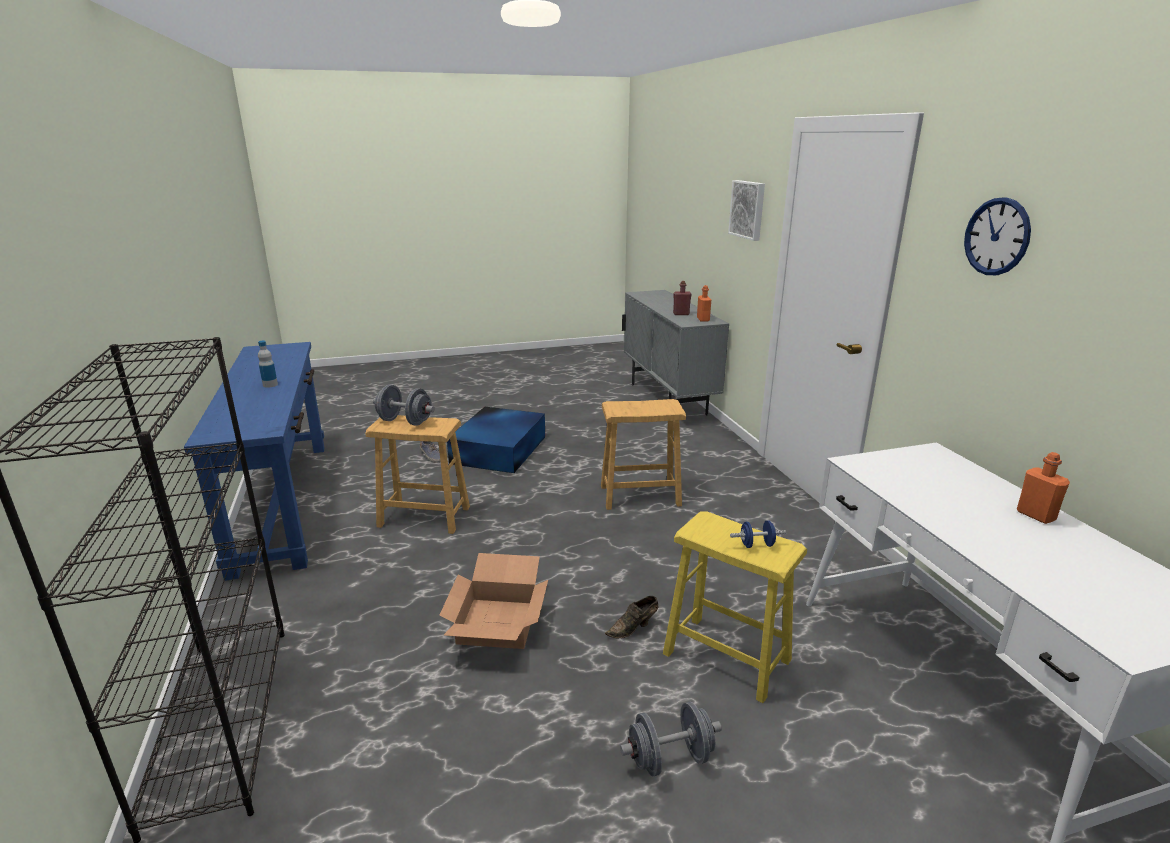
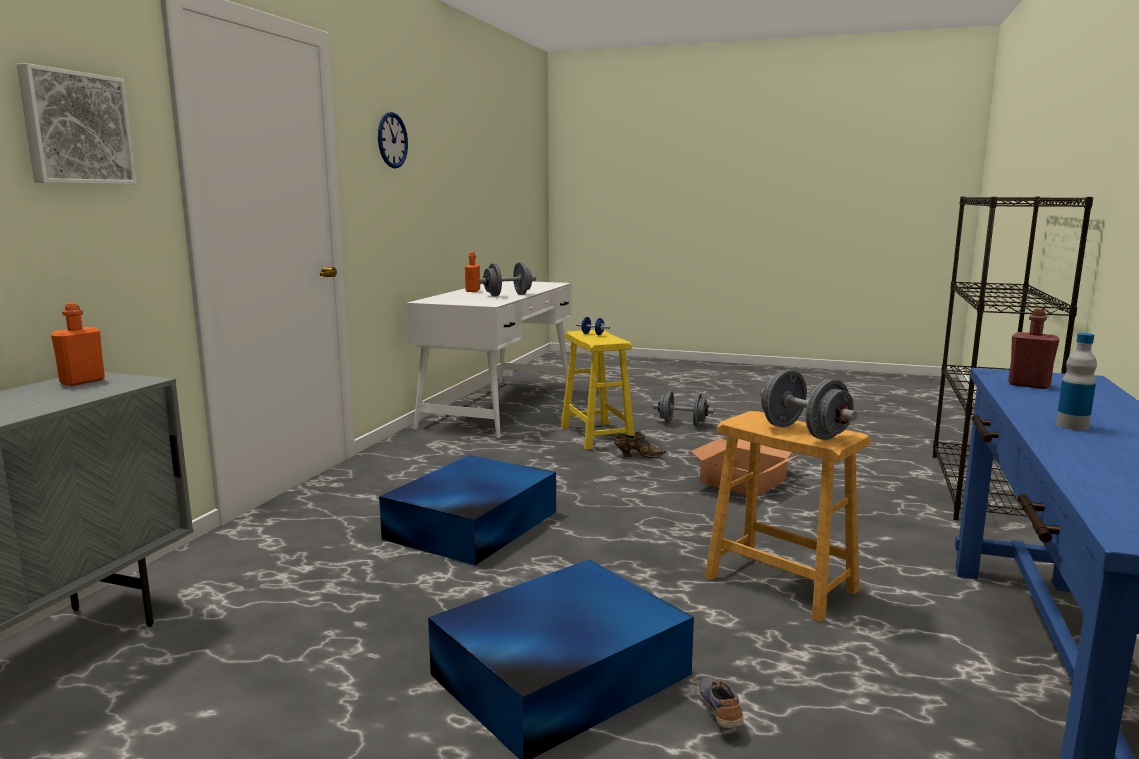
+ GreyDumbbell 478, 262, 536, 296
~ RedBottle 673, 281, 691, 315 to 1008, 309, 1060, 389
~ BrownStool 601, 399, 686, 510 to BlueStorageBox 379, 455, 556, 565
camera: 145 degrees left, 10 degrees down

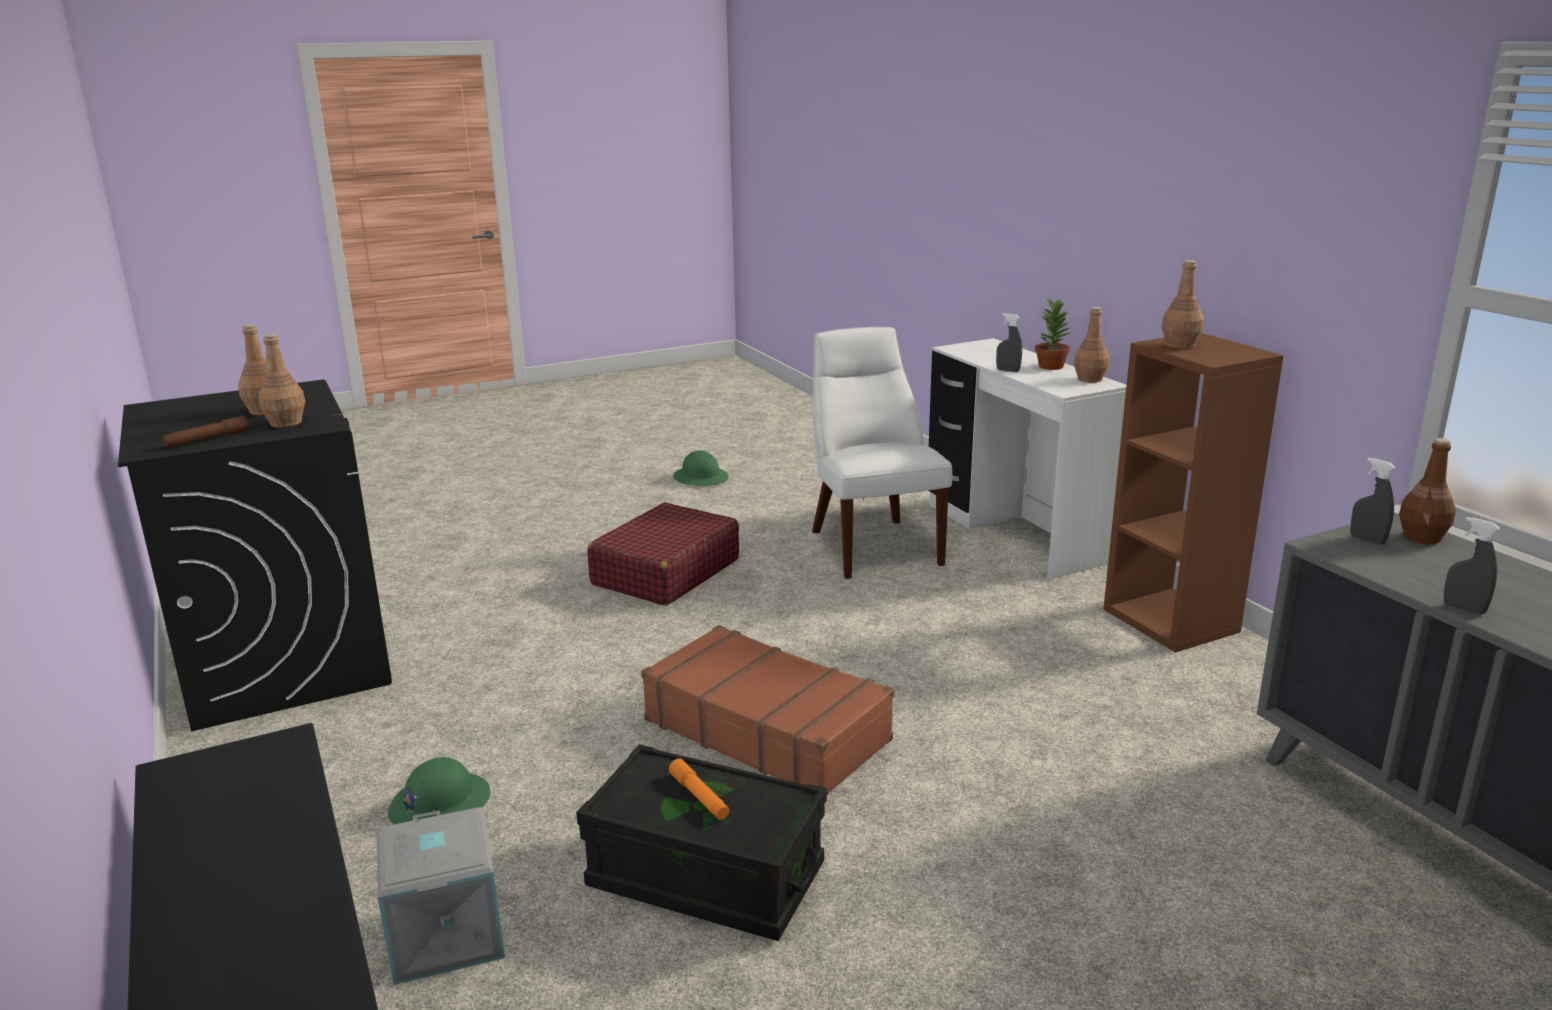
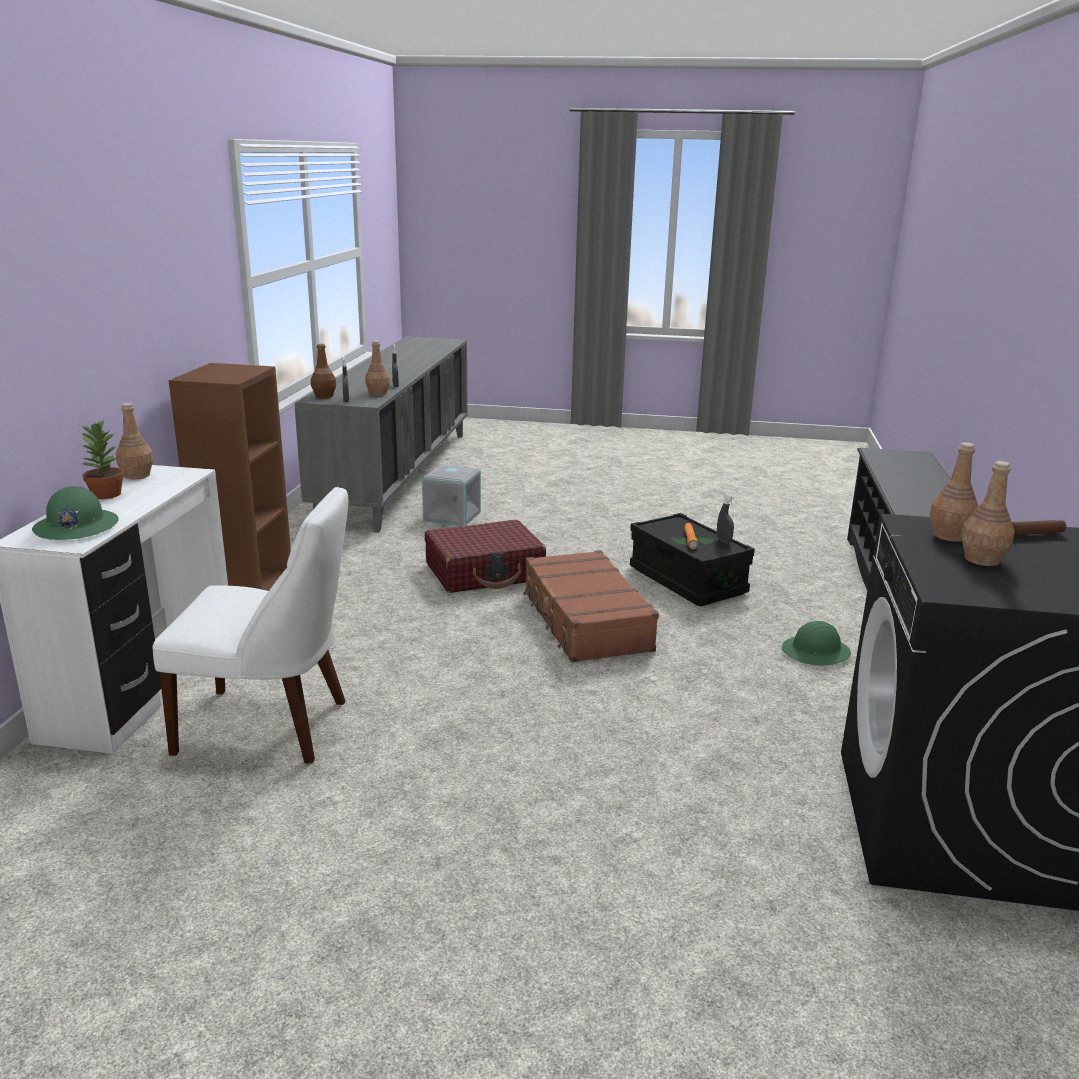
~ GreyStorageBox 376, 807, 505, 985 to 422, 465, 481, 526
~ RedSuitcase 588, 503, 739, 606 to 425, 520, 546, 593
~ GreenHardHat 673, 450, 729, 486 to 32, 486, 119, 540
~ GreySprayBottle 996, 313, 1022, 372 to 717, 494, 735, 543
~ BrownBottle 1161, 260, 1204, 349 to 365, 341, 390, 396
~ WhiteChair 812, 327, 952, 579 = 152, 487, 348, 764 105 degrees counterclockwise
camera: 145 degrees left, 0 degrees up

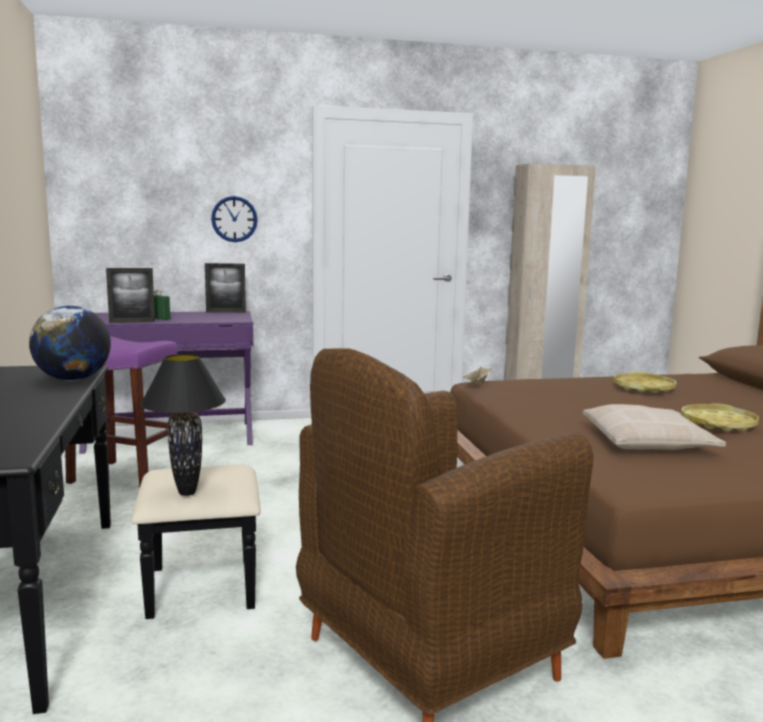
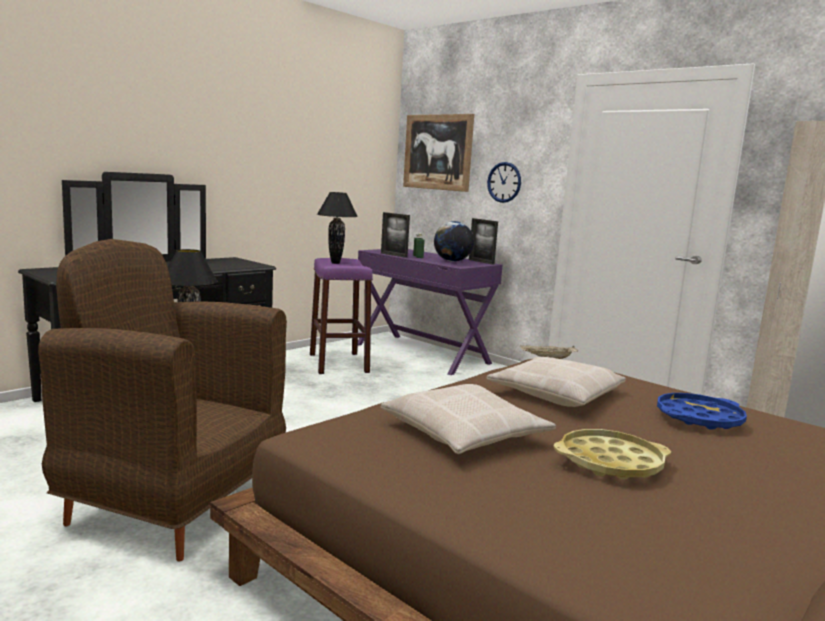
+ BlackTableLamp 317, 192, 358, 264
+ Picture 403, 114, 474, 192
+ BeigePillow 487, 357, 626, 407
~ Globe 29, 306, 111, 381 to 434, 221, 474, 262
~ YellowTray 613, 372, 677, 393 to BlueTray 657, 393, 747, 430
camera: 55 degrees right, 0 degrees up

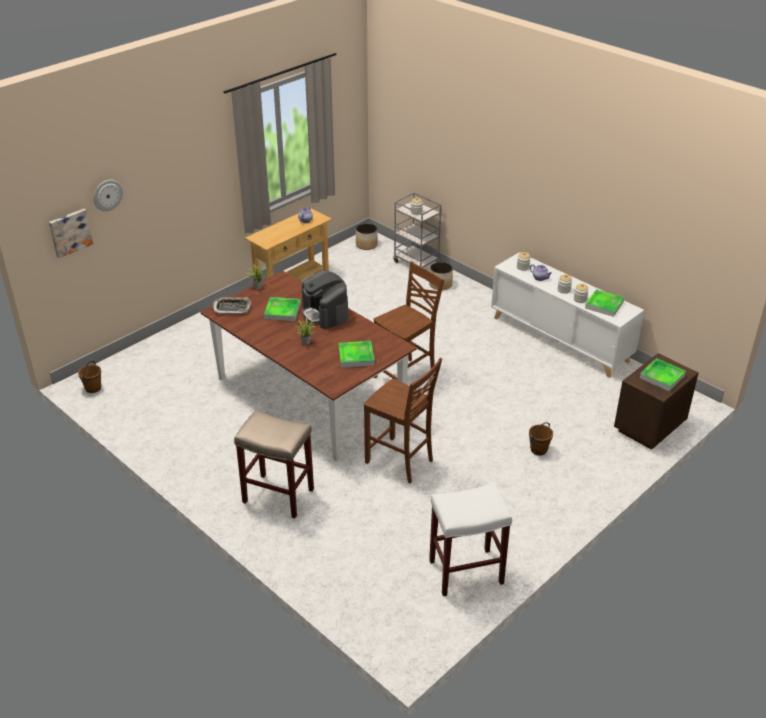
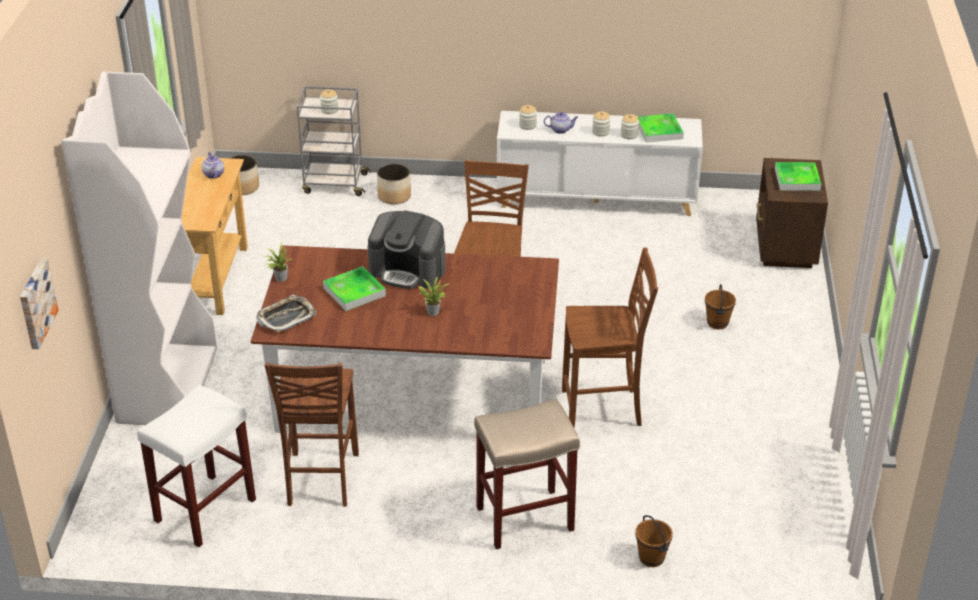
- WallClock 94, 179, 123, 211
- Tray 339, 341, 374, 368
+ WhiteBookcase 62, 72, 217, 425
+ BrownChair 265, 363, 359, 507
~ BrownBucket 78, 361, 101, 393 to 635, 515, 673, 567
~ WhiteStool 429, 483, 512, 596 to 137, 385, 256, 547
camera: 40 degrees left, 0 degrees up

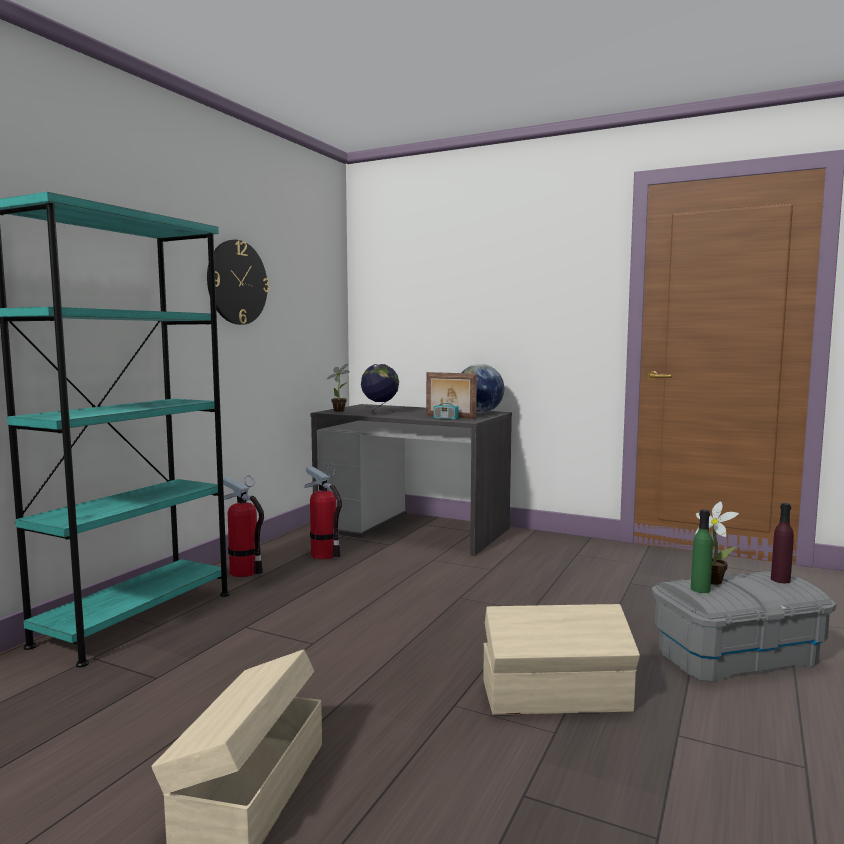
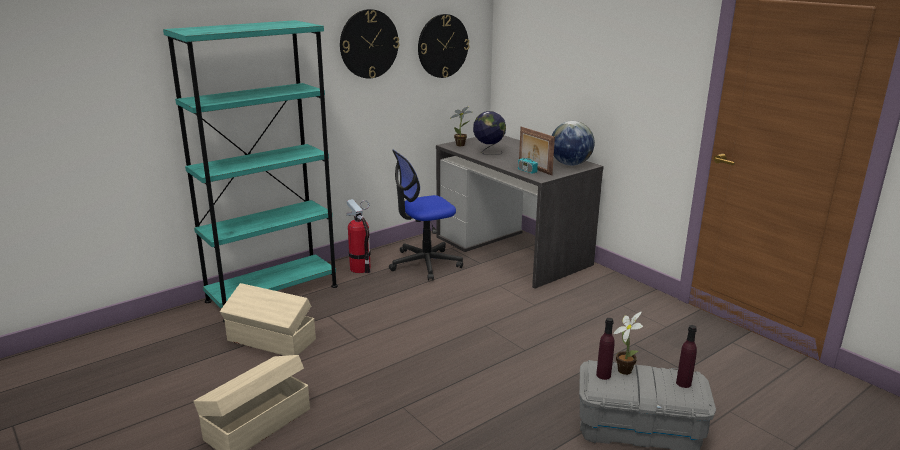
+ WallClock 418, 14, 469, 78
~ BeigeStorageBox 483, 604, 640, 715 to 220, 283, 316, 356
~ FireExtinguisher 305, 465, 342, 559 to OfficeChair 389, 150, 463, 281
~ GreenBottle 691, 509, 713, 593 to PurpleBottle 596, 318, 615, 380
camera: 25 degrees right, 15 degrees up

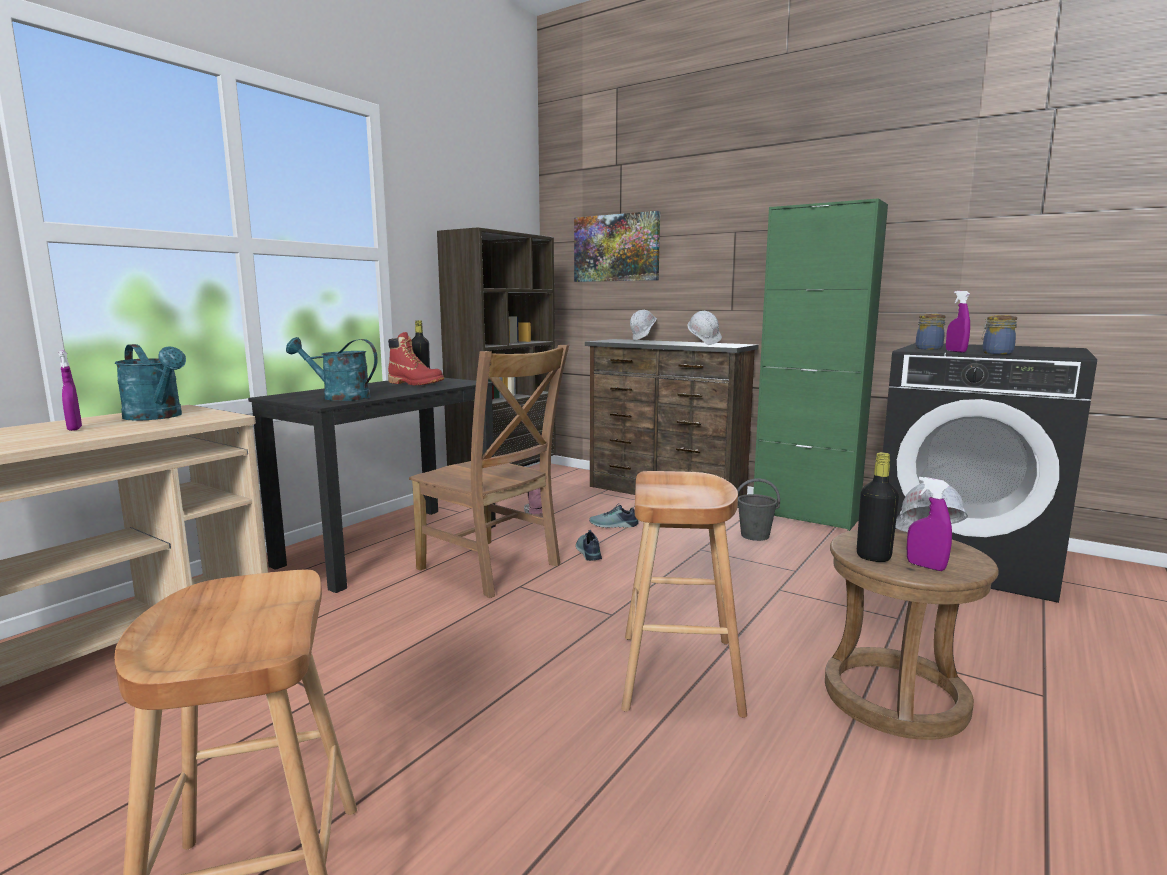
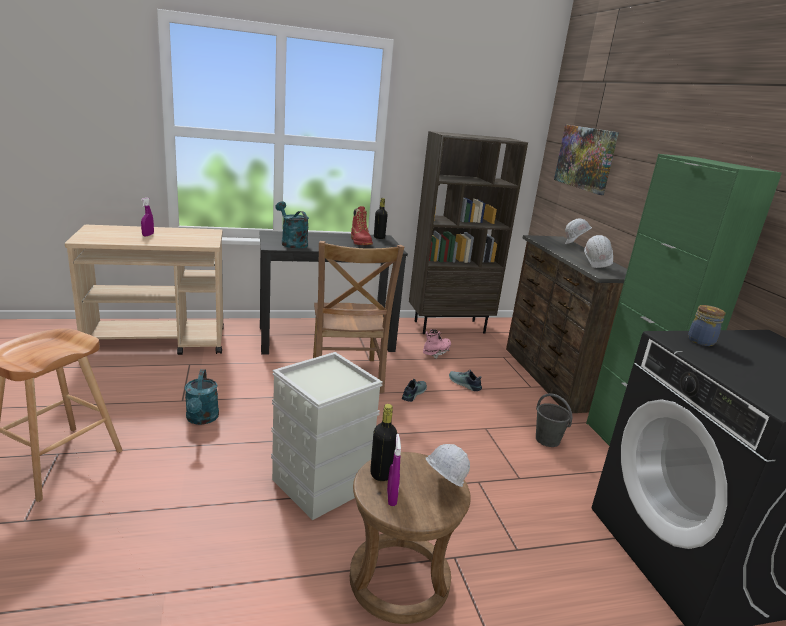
- PurpleSprayBottle 946, 291, 970, 352
- Jar 982, 315, 1017, 354
~ TurquoiseWateringCan 115, 344, 186, 421 to 185, 369, 219, 425
~ BrownStool 621, 471, 747, 718 to GreyStorageBox 271, 352, 383, 520
camera: 40 degrees right, 10 degrees up

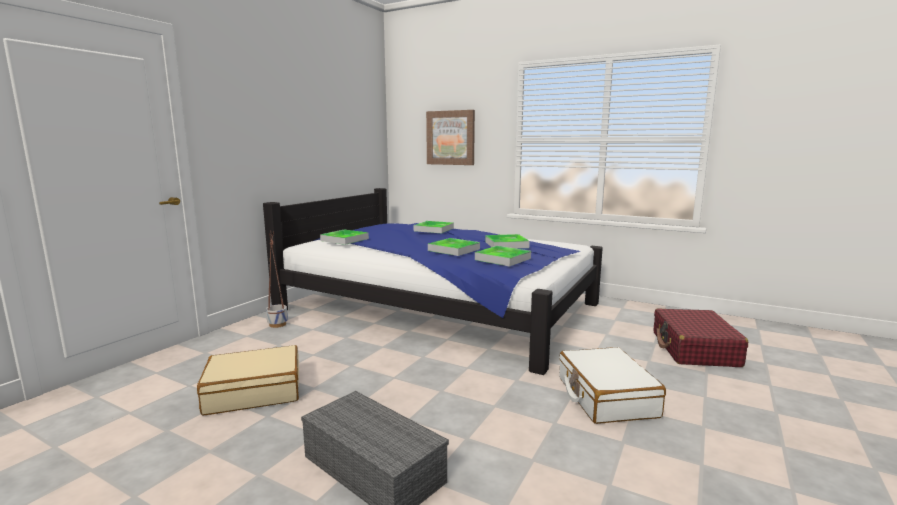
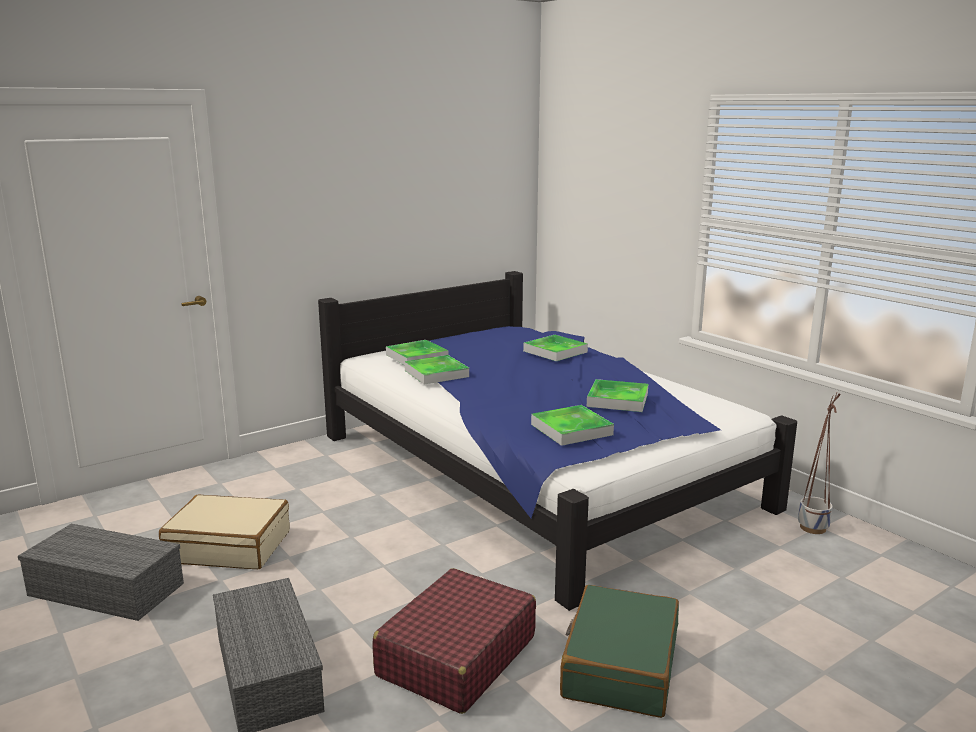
- Picture 426, 110, 475, 165
+ GreyStorageBox 18, 524, 184, 621
~ Planter 266, 231, 288, 328 to 798, 393, 841, 534
~ Tray 428, 238, 480, 256 to 404, 355, 469, 385
~ RedSuitcase 654, 308, 748, 367 to 372, 568, 536, 714
~ WhiteSuitcase 559, 347, 666, 424 to GreenSuitcase 560, 585, 679, 718
camera: 25 degrees right, 5 degrees up

